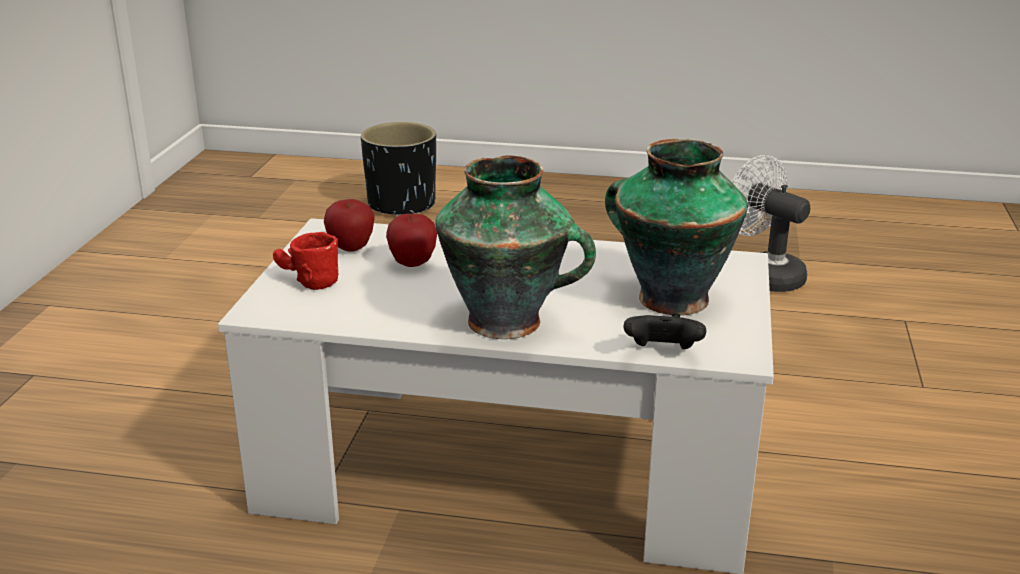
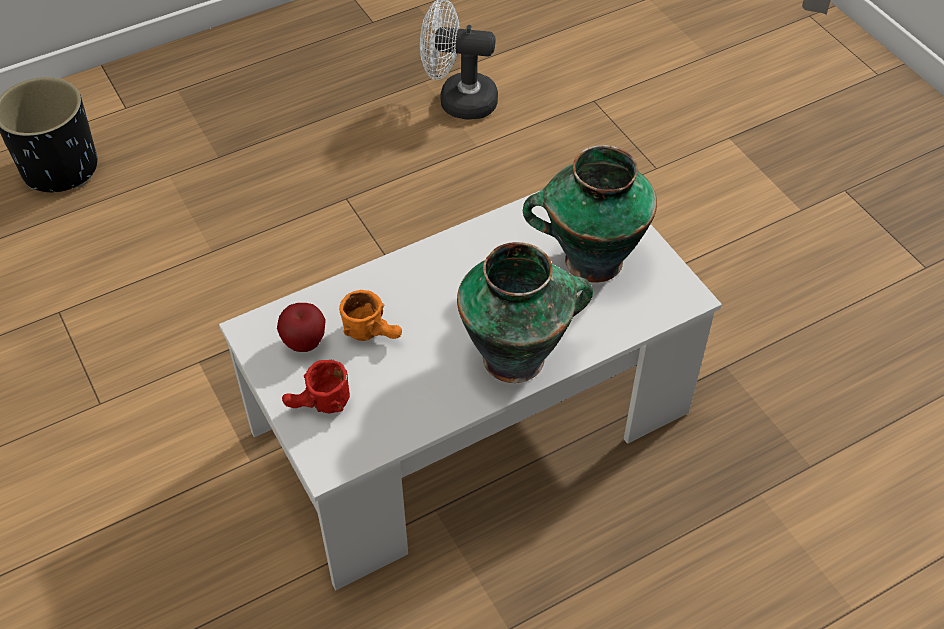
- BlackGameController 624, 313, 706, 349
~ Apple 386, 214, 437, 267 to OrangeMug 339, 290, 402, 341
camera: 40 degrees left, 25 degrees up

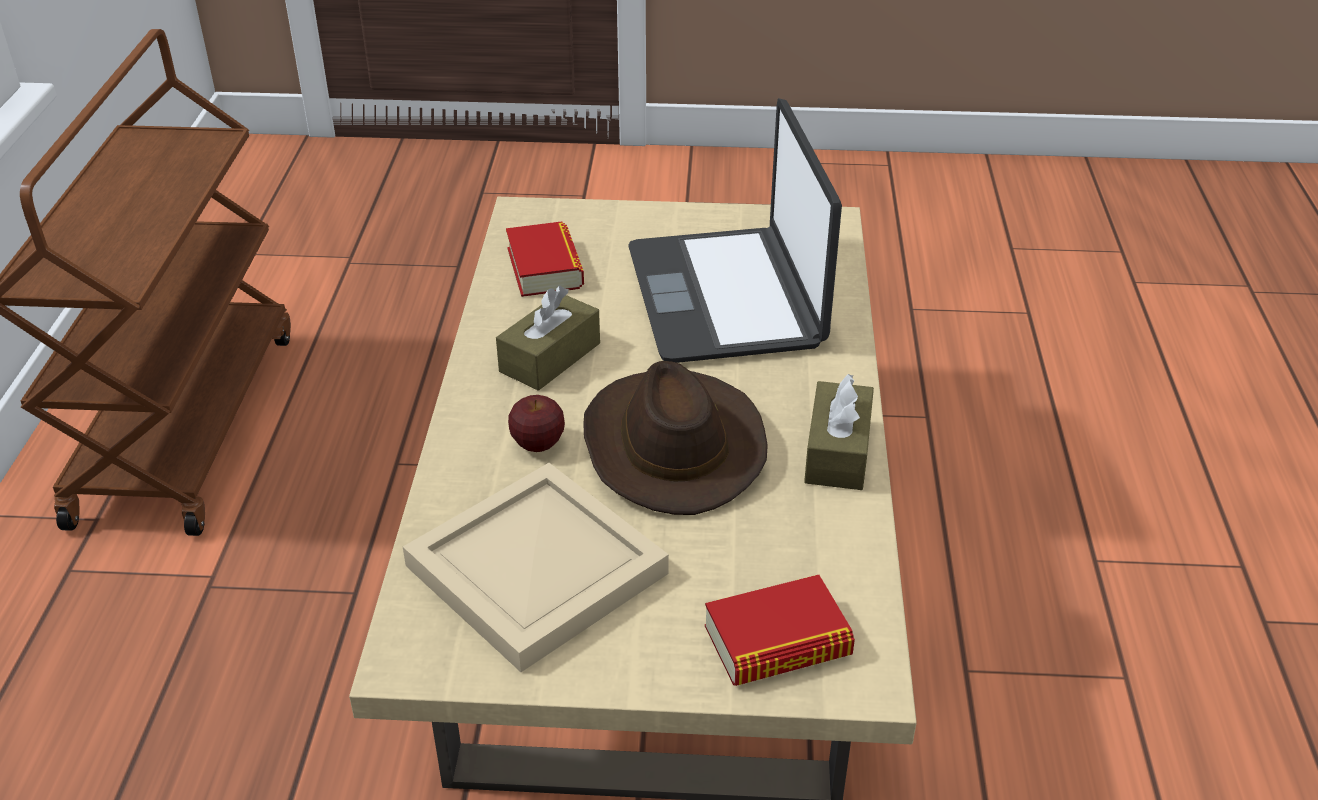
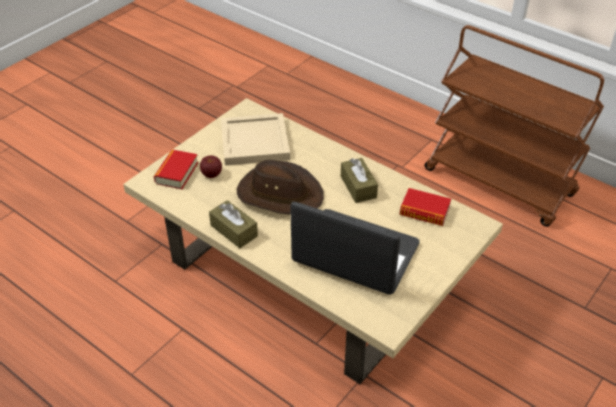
~ Apple 508, 395, 565, 452 to 200, 156, 222, 178
camera: 125 degrees right, 5 degrees up

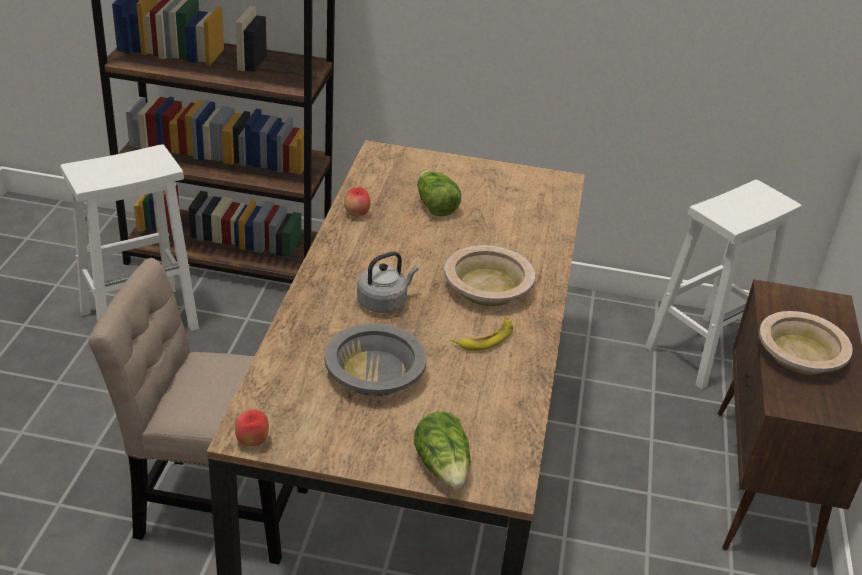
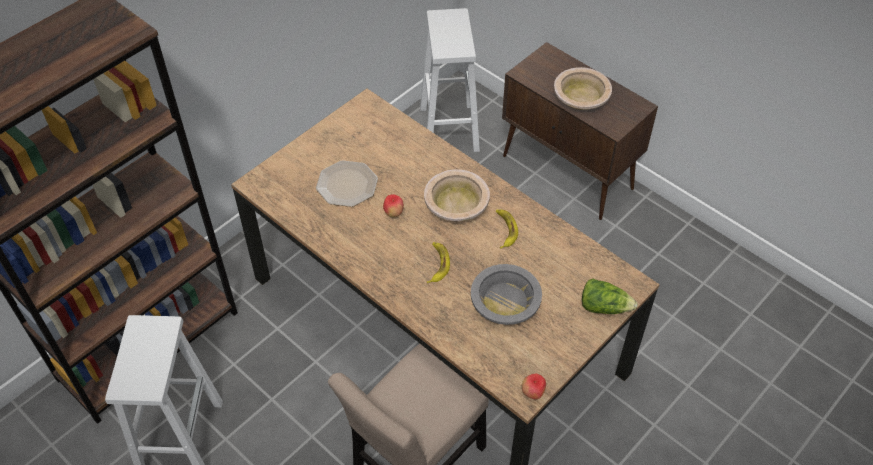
~ Apple 344, 187, 370, 217 to 383, 194, 404, 217
~ GreyKettle 357, 251, 419, 313 to Banana 427, 242, 450, 283
~ Lettuce 417, 170, 461, 216 to Plate 316, 161, 378, 207
camera: 55 degrees left, 15 degrees up

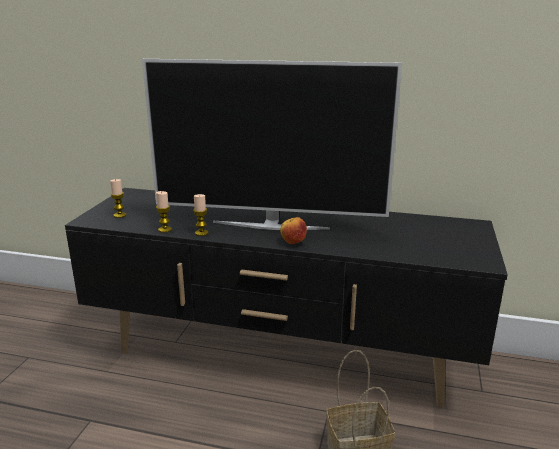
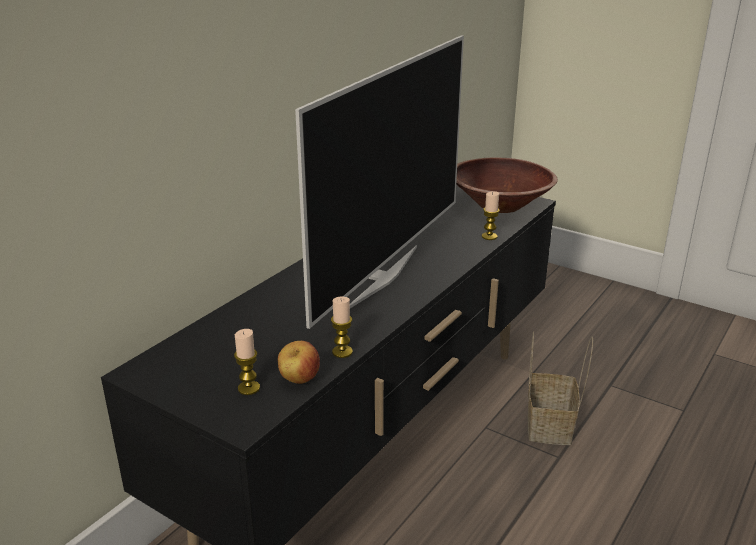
+ BrownBowl 456, 157, 558, 213
~ Candle 193, 194, 209, 236 to 482, 191, 500, 240
~ Apple 280, 217, 307, 244 to 278, 341, 320, 384
camera: 70 degrees left, 5 degrees up

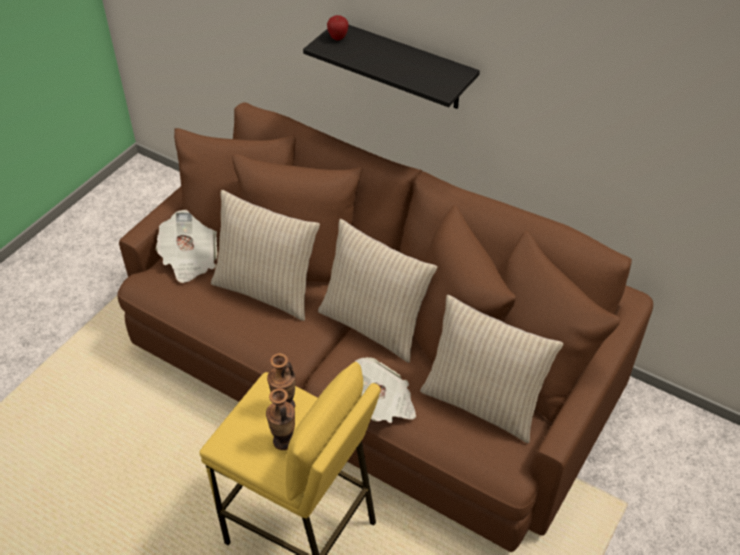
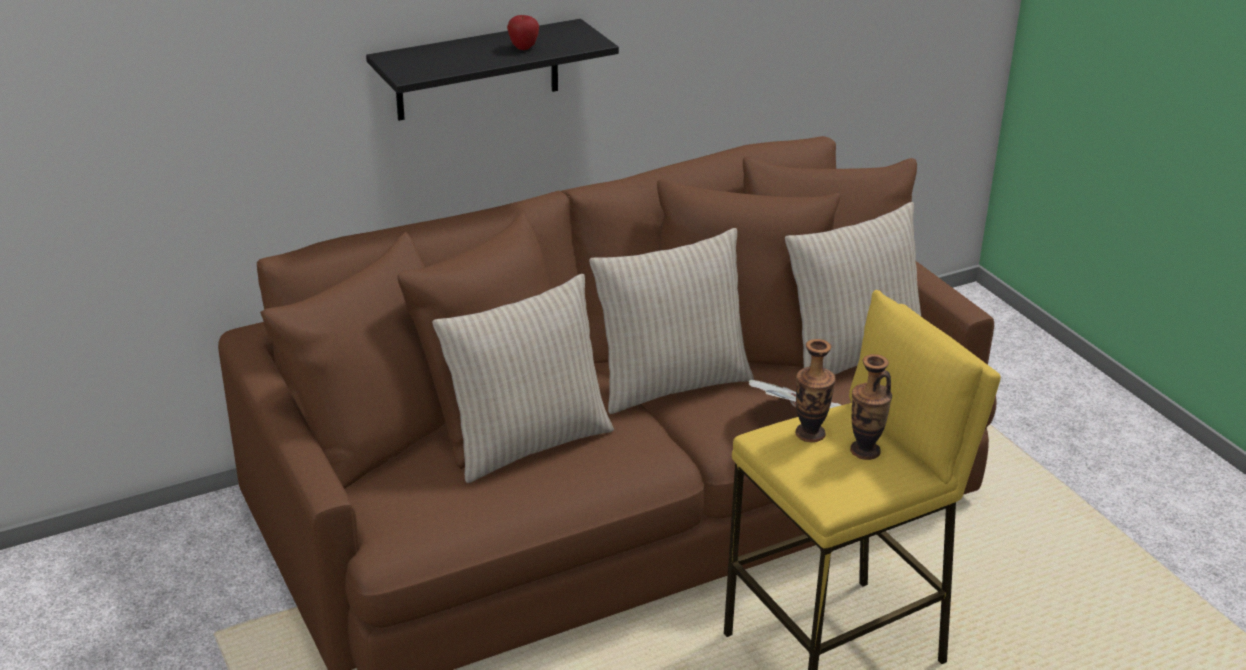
- Newspaper 156, 210, 217, 283
~ Apple 327, 15, 349, 40 to 507, 15, 539, 50
camera: 60 degrees left, 15 degrees down

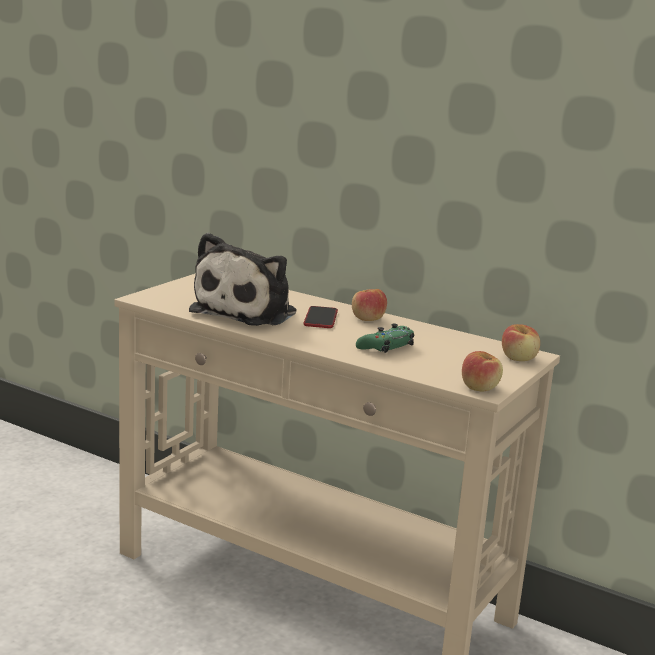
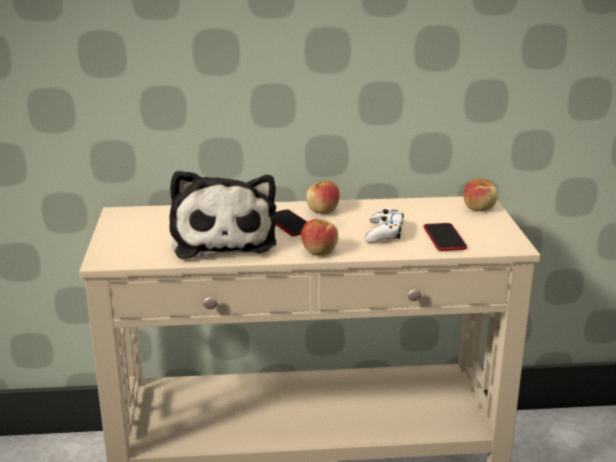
+ Phone 423, 223, 467, 251
~ Apple 462, 351, 503, 392 to 301, 219, 339, 256
~ GreenGameController 356, 324, 415, 353 to WhiteGameController 365, 209, 404, 243
camera: 35 degrees left, 5 degrees up

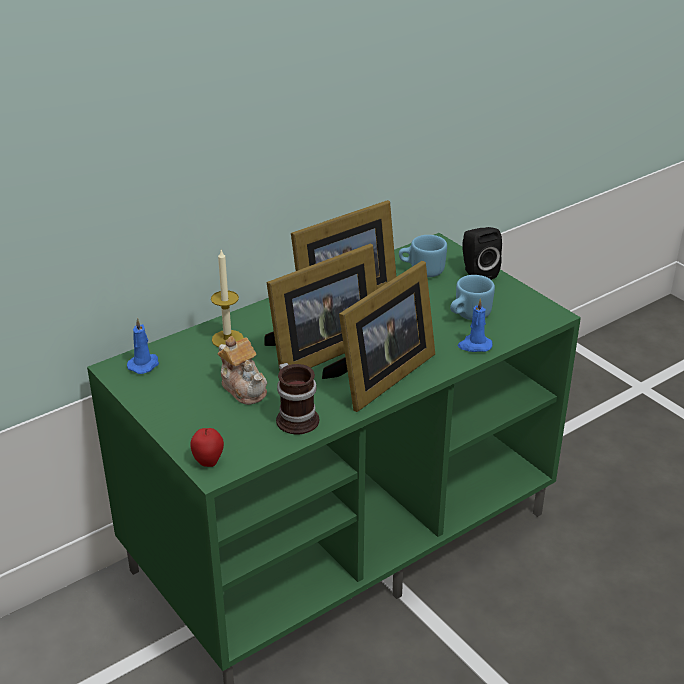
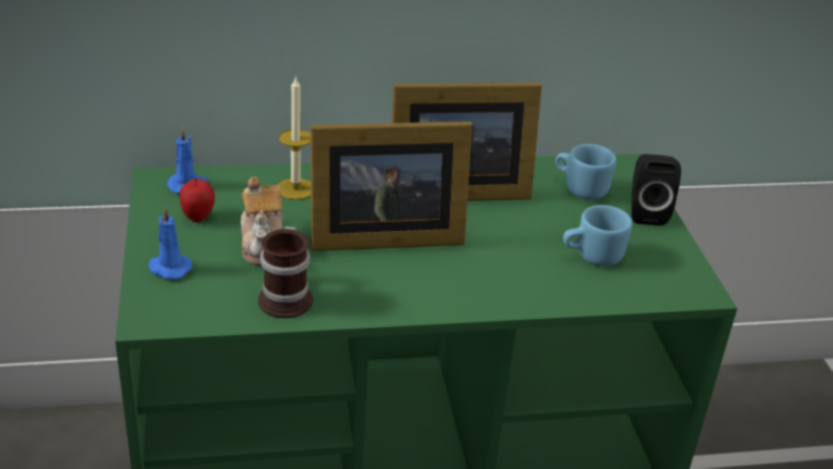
- PictureFrame 322, 261, 435, 412
~ Apple 191, 428, 224, 467 to 180, 179, 215, 223
~ BlueCandle 458, 299, 493, 352 to 148, 206, 192, 280
camera: 25 degrees right, 0 degrees up

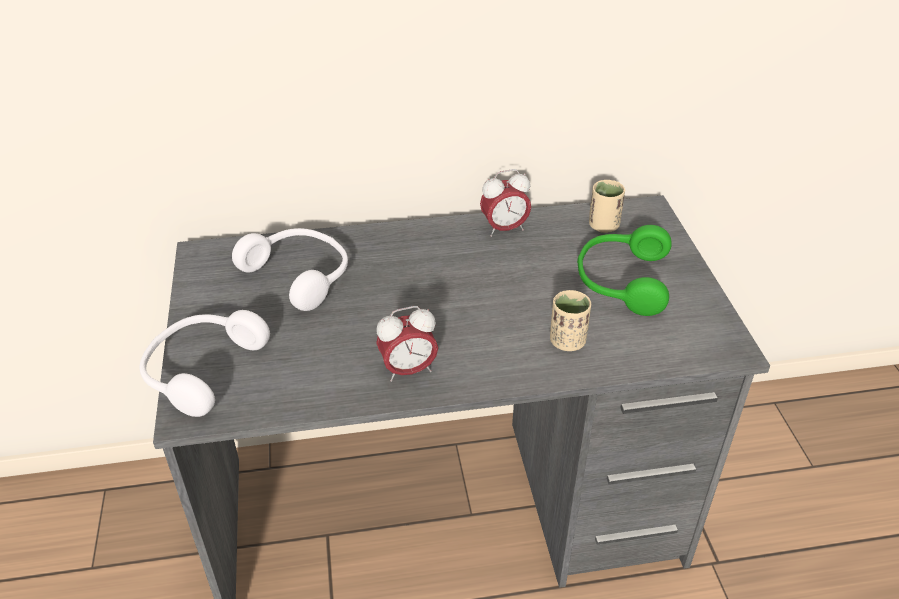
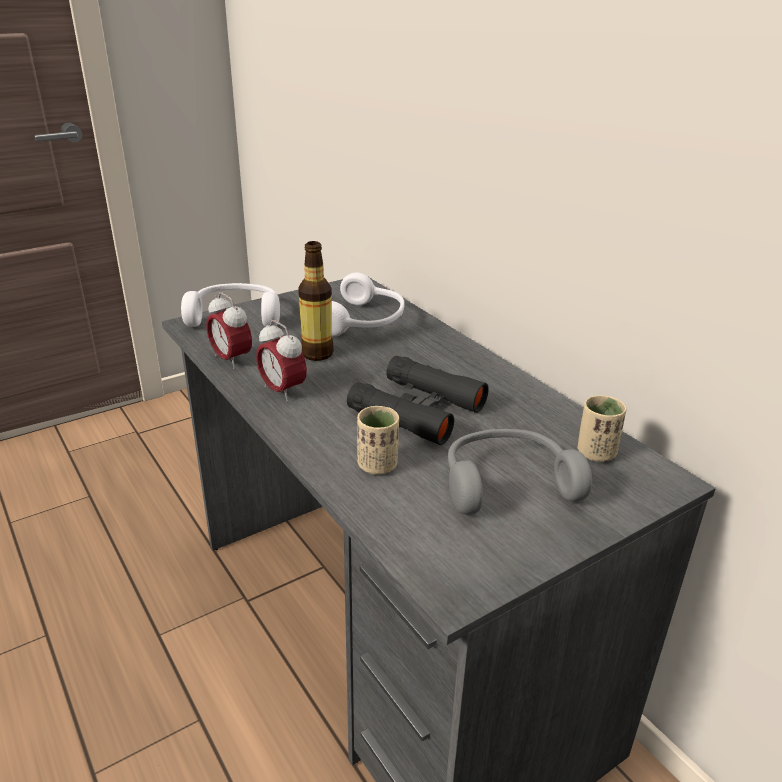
+ Bottle 298, 241, 334, 361
+ BlackBinoculars 347, 356, 489, 445
~ AlarmClock 480, 169, 531, 237 to 206, 292, 252, 369
~ GreenHeadphones 577, 225, 672, 316 to GreyHeadphones 448, 429, 592, 514
camera: 65 degrees right, 10 degrees down

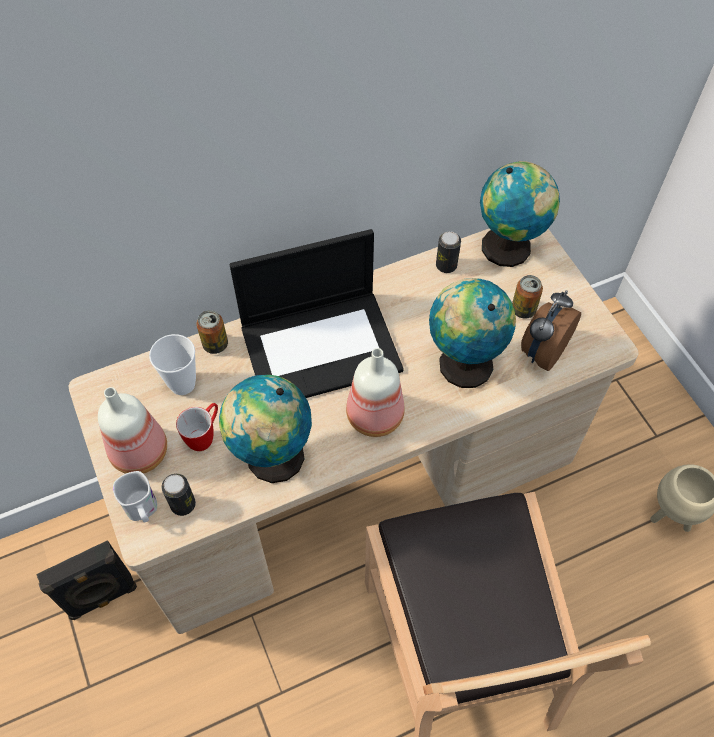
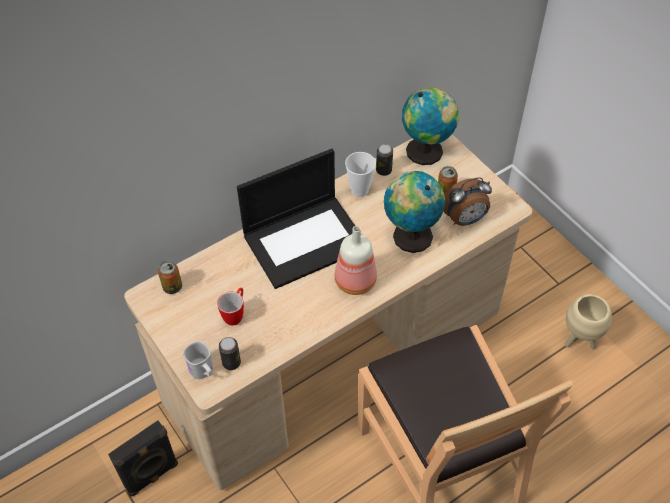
- Bottle 98, 387, 167, 474
- Globe 219, 375, 312, 483
~ Cup 149, 334, 196, 395 to 345, 152, 376, 197
~ Can 196, 310, 228, 354 to 158, 261, 182, 294
~ AlarmClock 521, 290, 581, 371 = 444, 177, 492, 226 135 degrees counterclockwise
camera: 10 degrees left, 5 degrees down

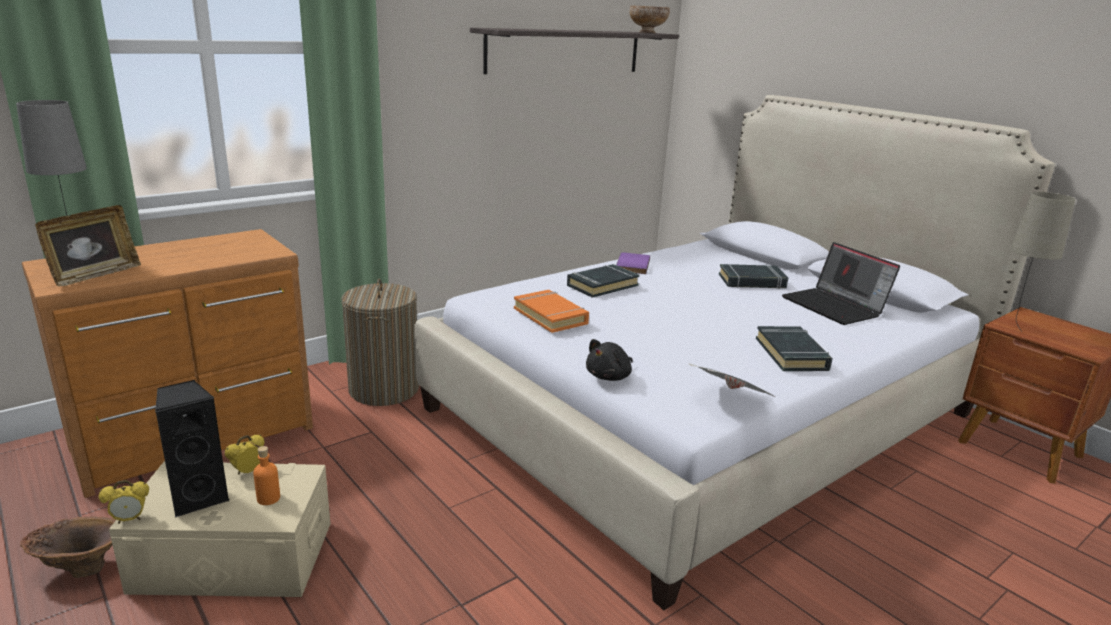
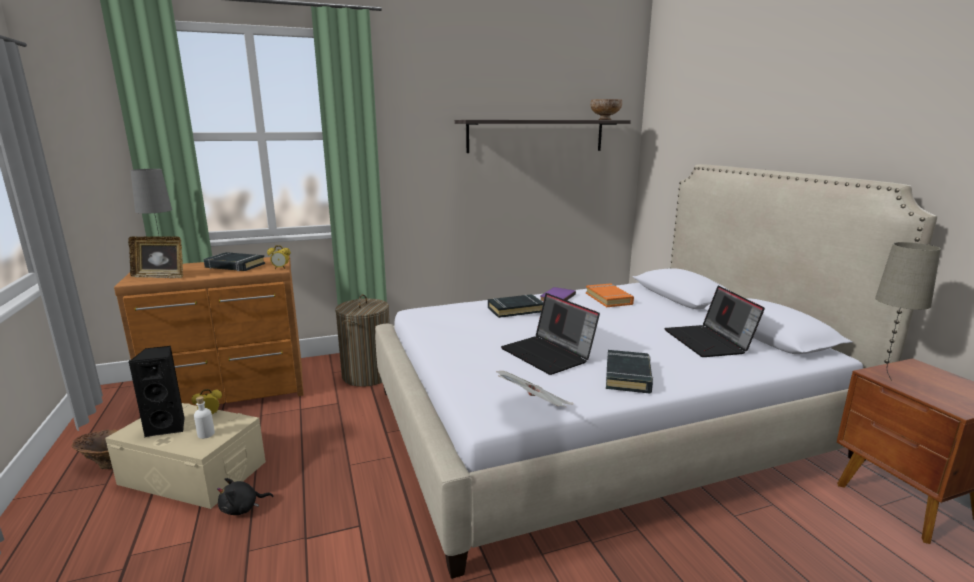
+ Laptop 501, 293, 600, 375
~ AlarmClock 99, 480, 149, 524 to 267, 245, 291, 269
~ OrangeBook 514, 290, 589, 333 to 586, 283, 634, 307
~ BlackPlushToy 586, 339, 633, 381 to 217, 478, 273, 515
~ BlackBook 719, 264, 788, 289 to 203, 252, 265, 271
~ OrangeBottle 253, 446, 280, 505 to WhiteBottle 194, 396, 215, 439
~ PictureFrame 35, 205, 141, 287 = 128, 236, 183, 278 45 degrees clockwise
camera: 20 degrees right, 5 degrees down

